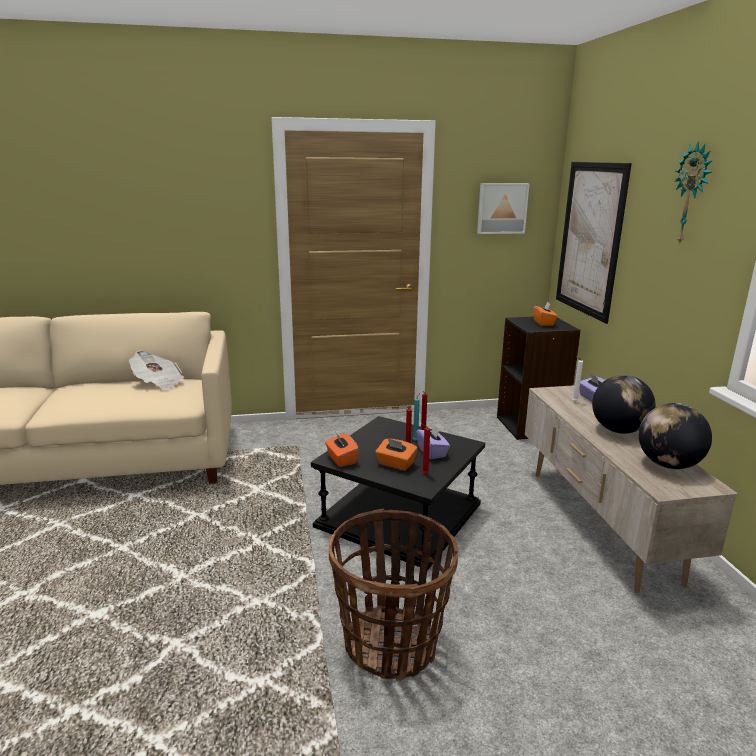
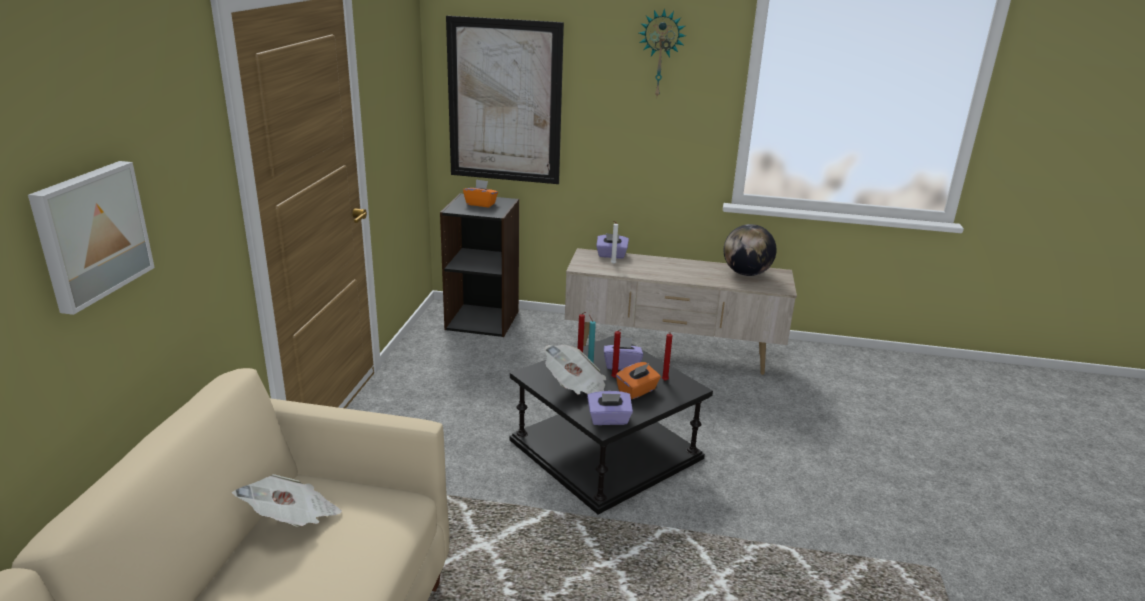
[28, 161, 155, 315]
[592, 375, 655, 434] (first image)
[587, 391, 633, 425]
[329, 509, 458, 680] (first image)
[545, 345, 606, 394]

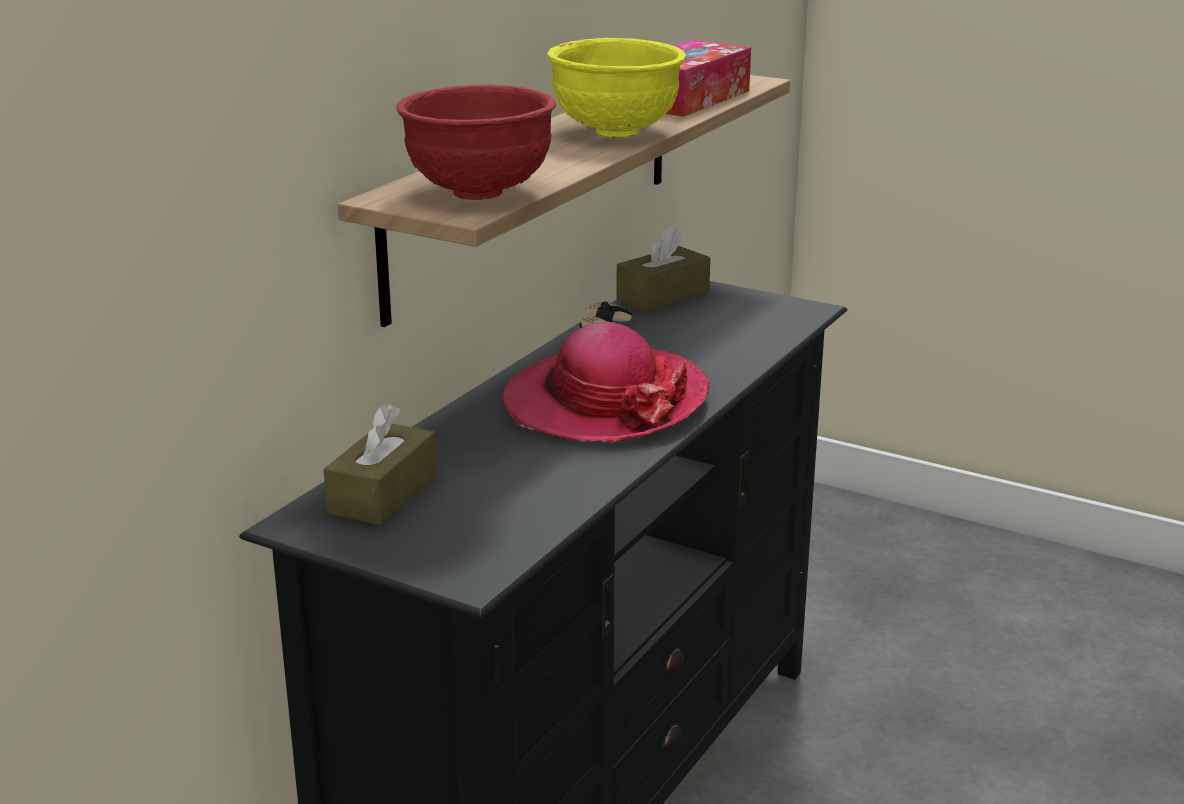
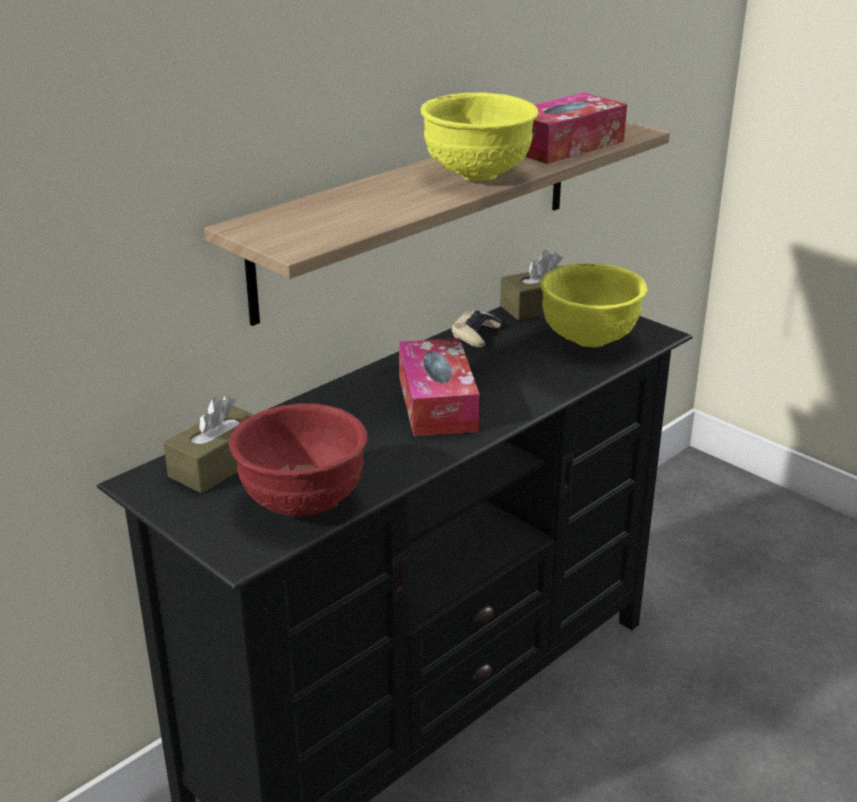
[229, 403, 368, 516]
[399, 338, 480, 437]
[540, 263, 647, 347]

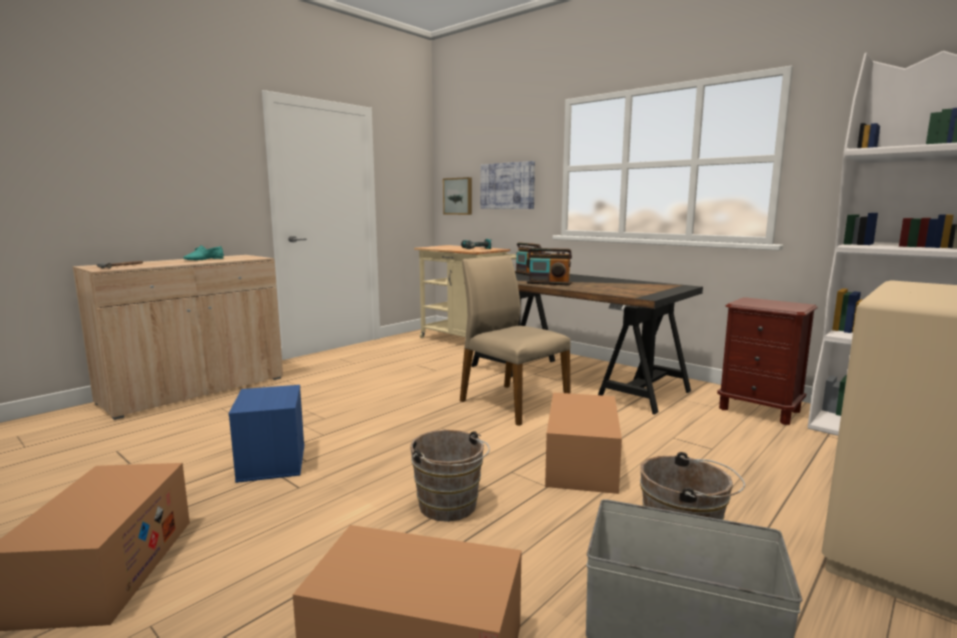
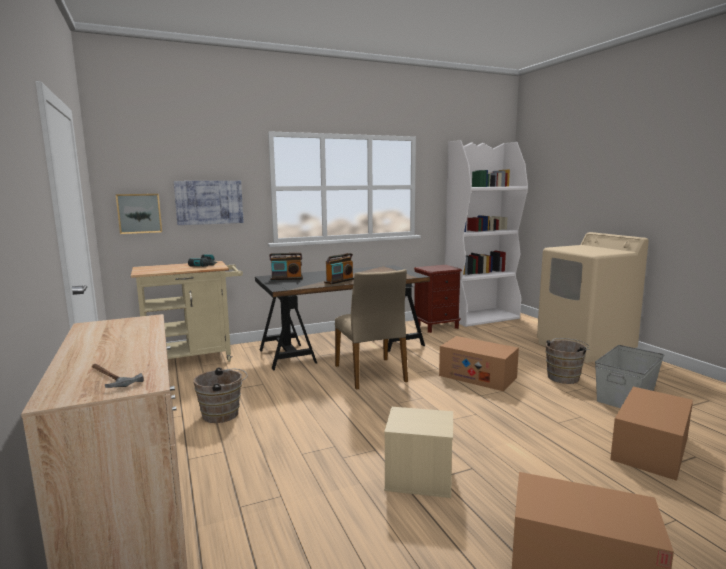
[183, 245, 224, 260] (first image)
[335, 269, 408, 390]
[384, 407, 453, 498]
[193, 367, 248, 423]

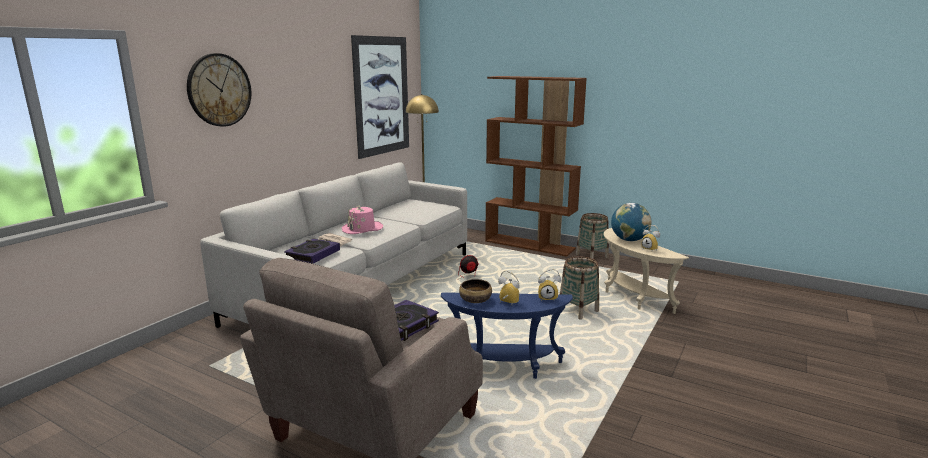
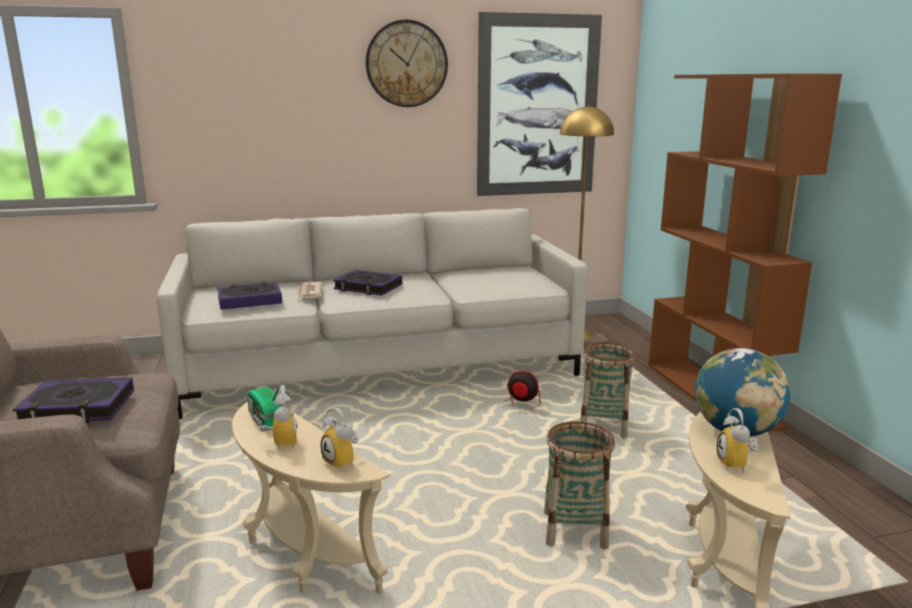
[366, 20, 448, 107]
[333, 270, 402, 295]
[580, 342, 635, 439]
[247, 380, 283, 430]
[232, 402, 390, 594]

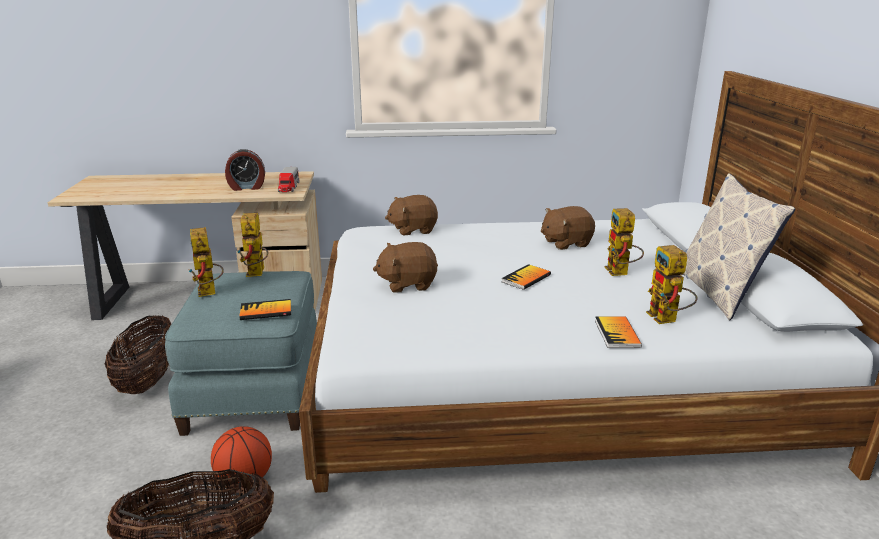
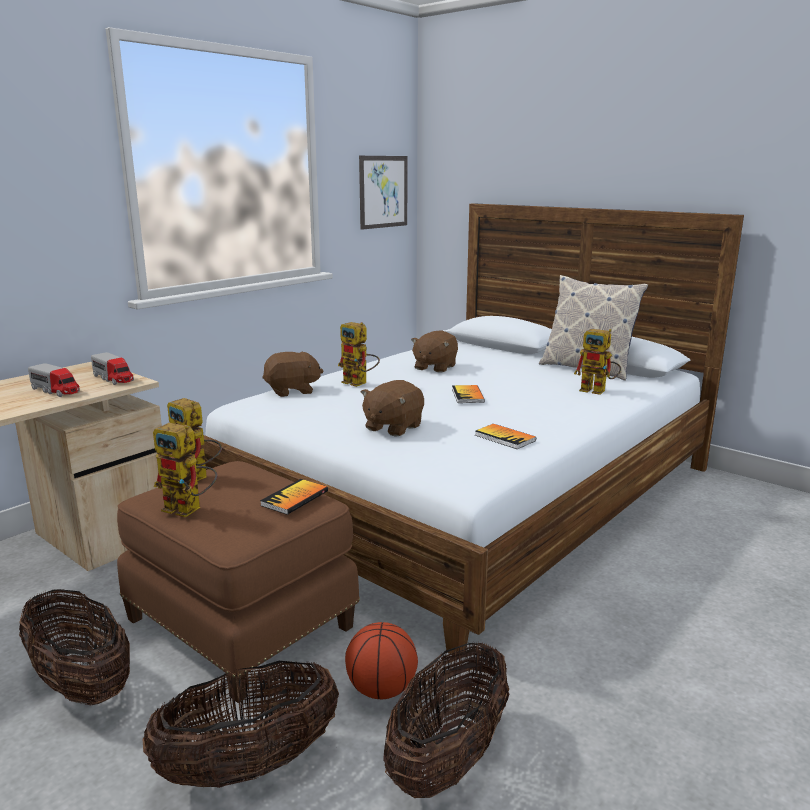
[28, 363, 80, 397]
[263, 352, 323, 397]
[338, 322, 380, 387]
[117, 461, 360, 703]
[475, 424, 536, 449]
[359, 156, 407, 230]
[143, 660, 339, 788]

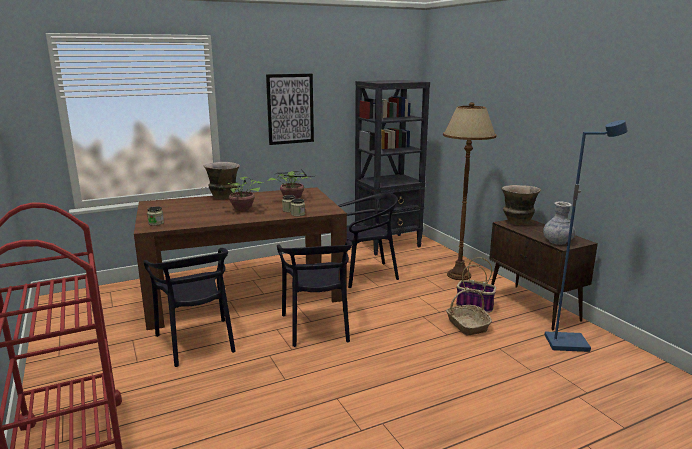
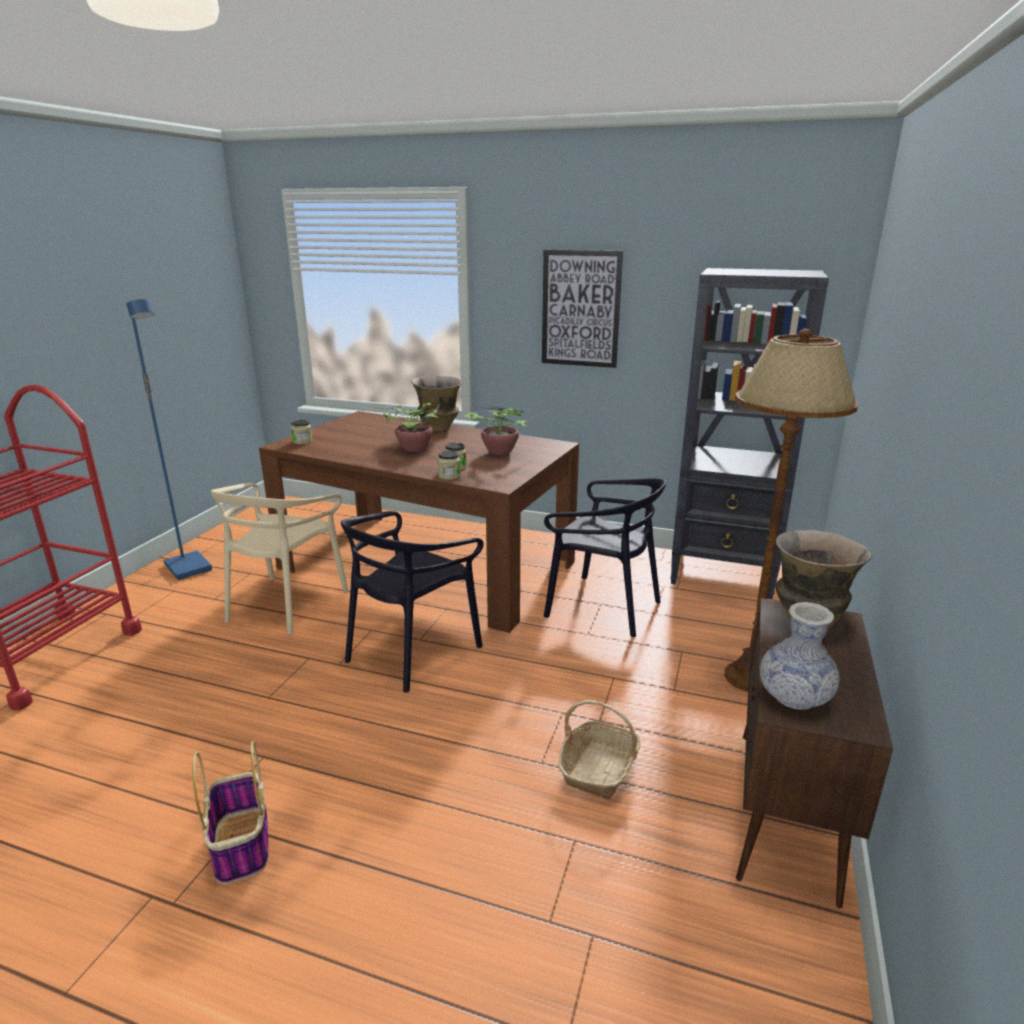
[126, 299, 212, 580]
[211, 483, 349, 635]
[192, 741, 268, 885]

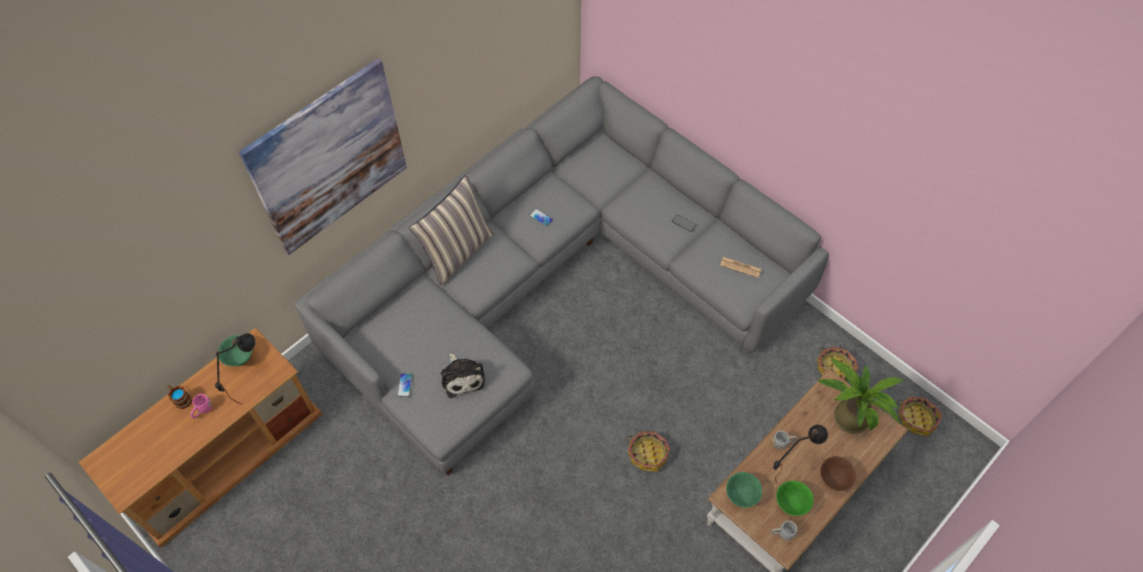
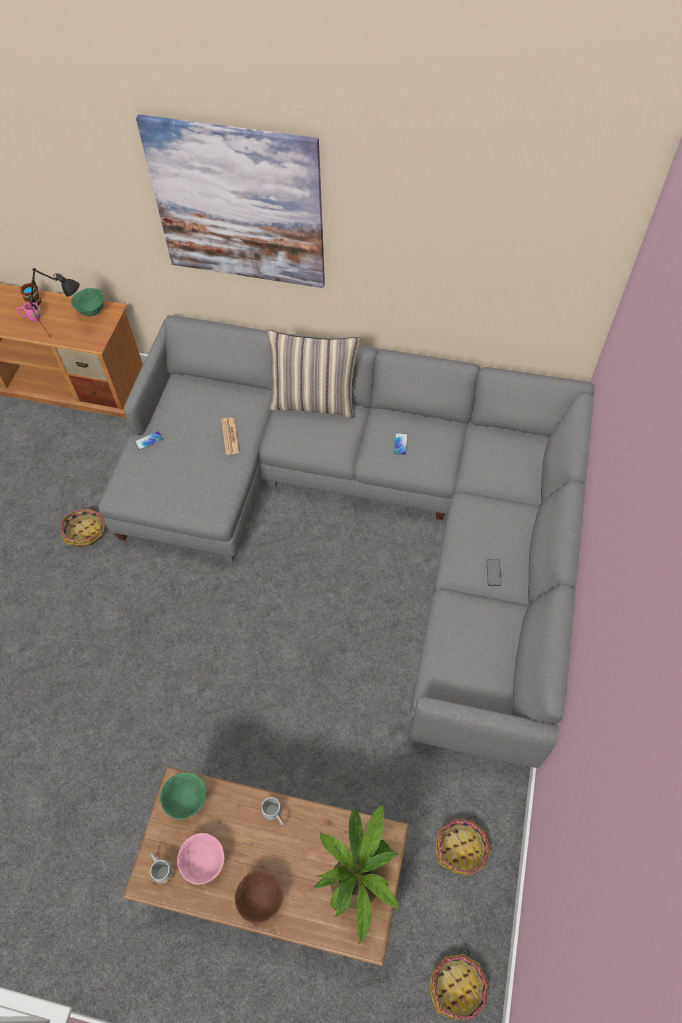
[221, 417, 239, 455]
[441, 353, 485, 398] (first image)
[773, 425, 828, 484] (first image)
[61, 506, 105, 548]
[177, 833, 224, 884]

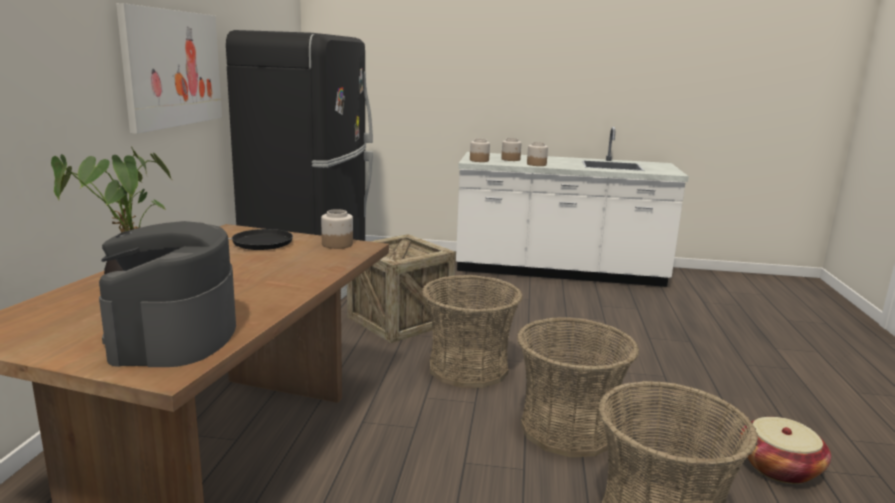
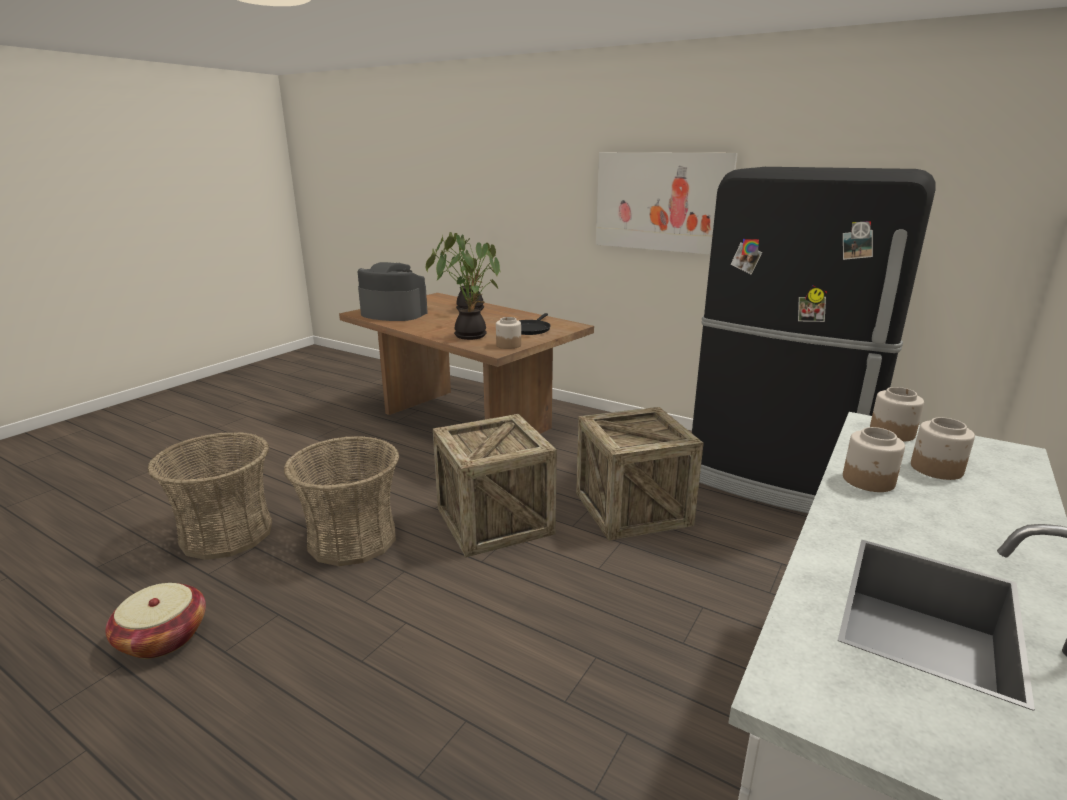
[433, 414, 557, 558]
[426, 249, 500, 340]

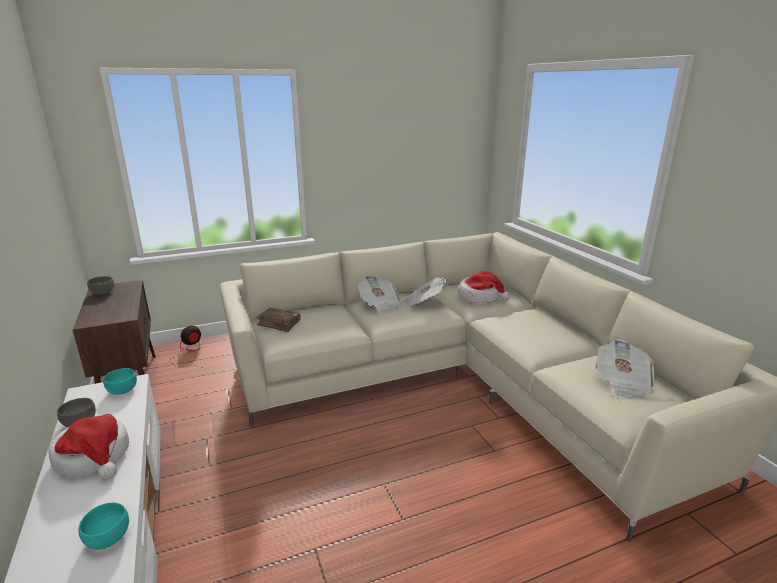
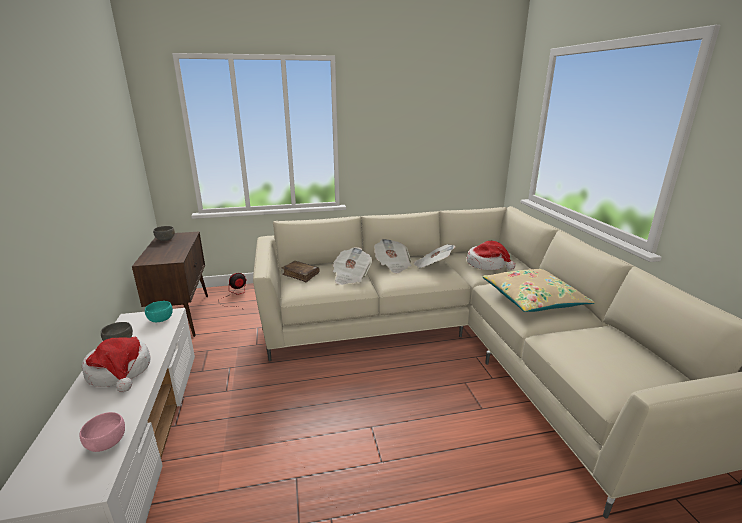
[332, 247, 372, 285]
[79, 412, 125, 452]
[482, 269, 595, 312]

